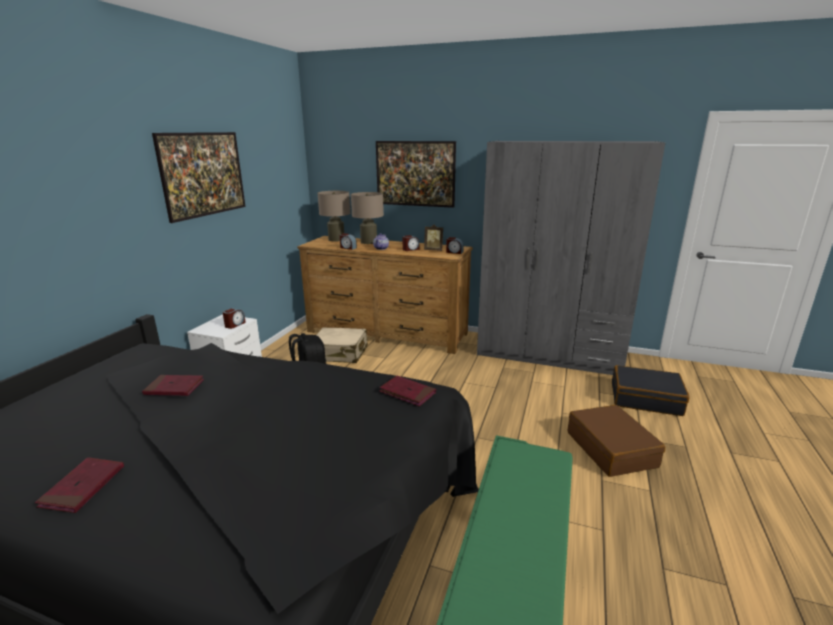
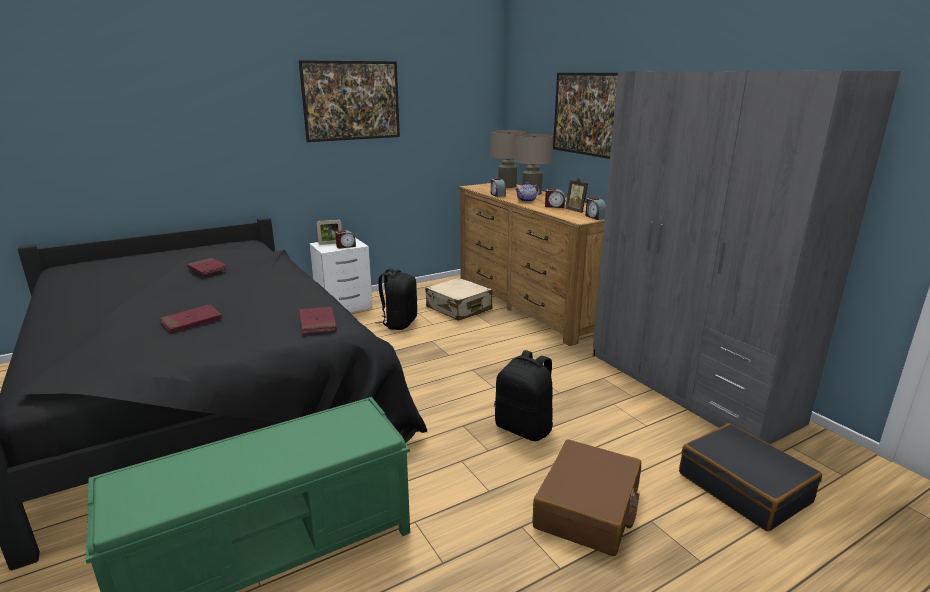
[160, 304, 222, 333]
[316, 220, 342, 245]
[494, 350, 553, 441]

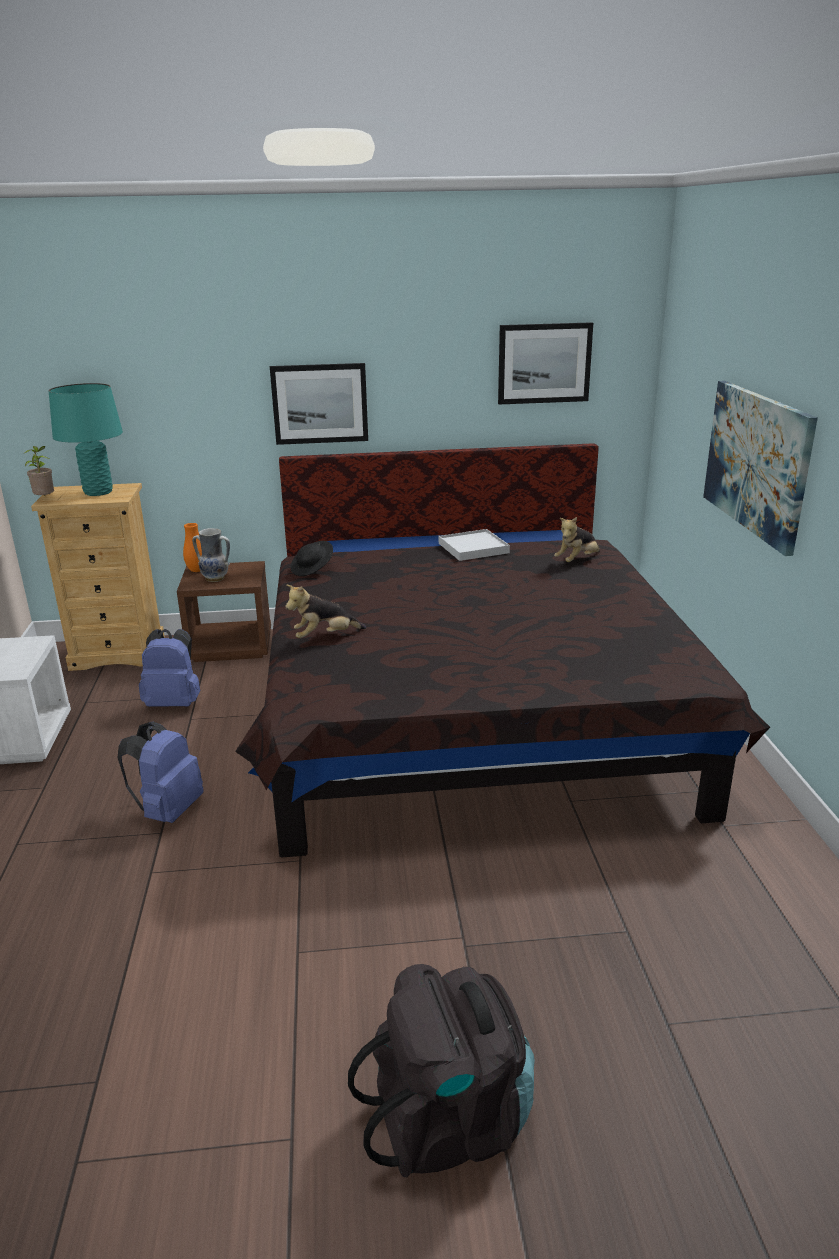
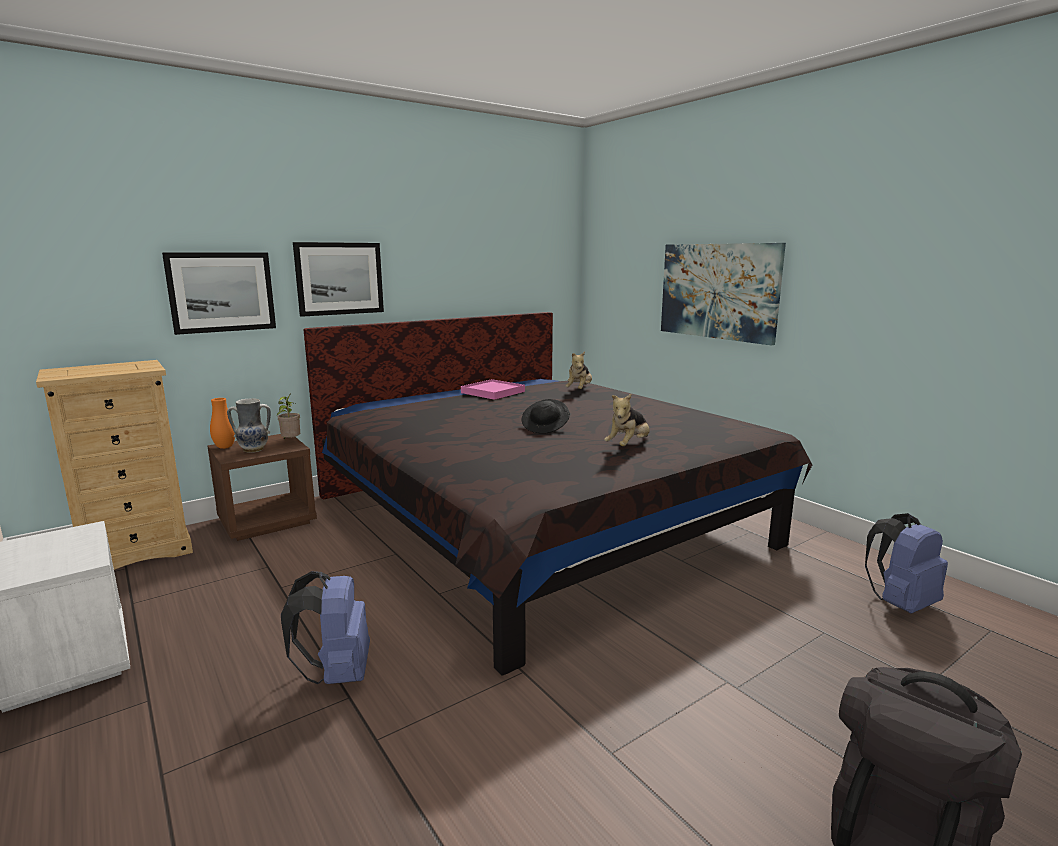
[162, 253, 276, 335]
[49, 383, 123, 496] (first image)
[276, 393, 300, 440]
[461, 379, 525, 400]
[521, 399, 570, 434]
[604, 394, 650, 446]
[865, 513, 948, 614]

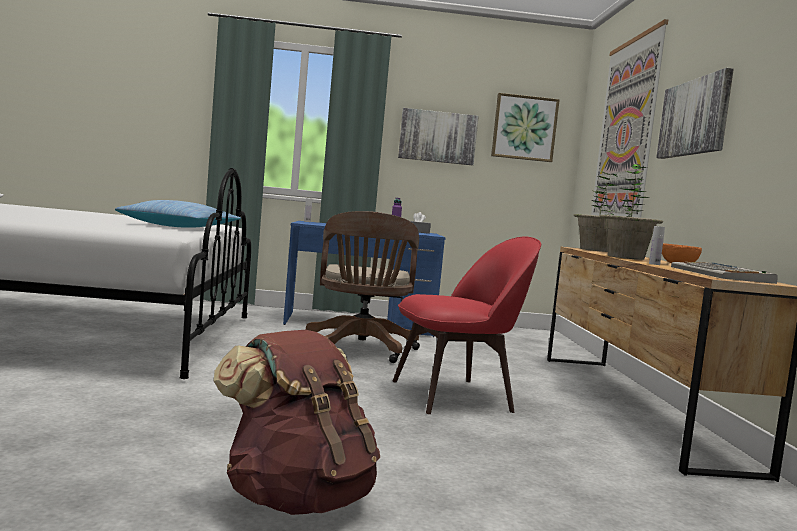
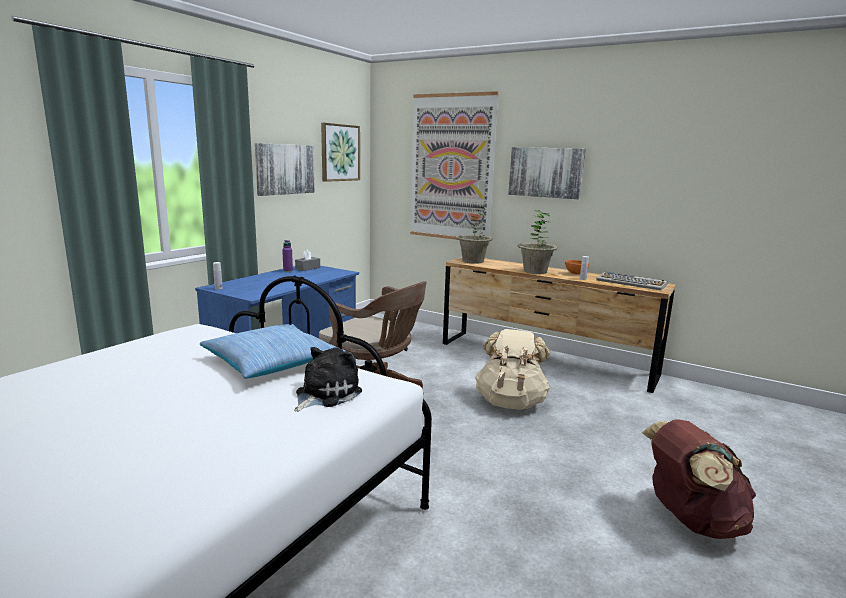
[475, 329, 550, 410]
[294, 347, 362, 412]

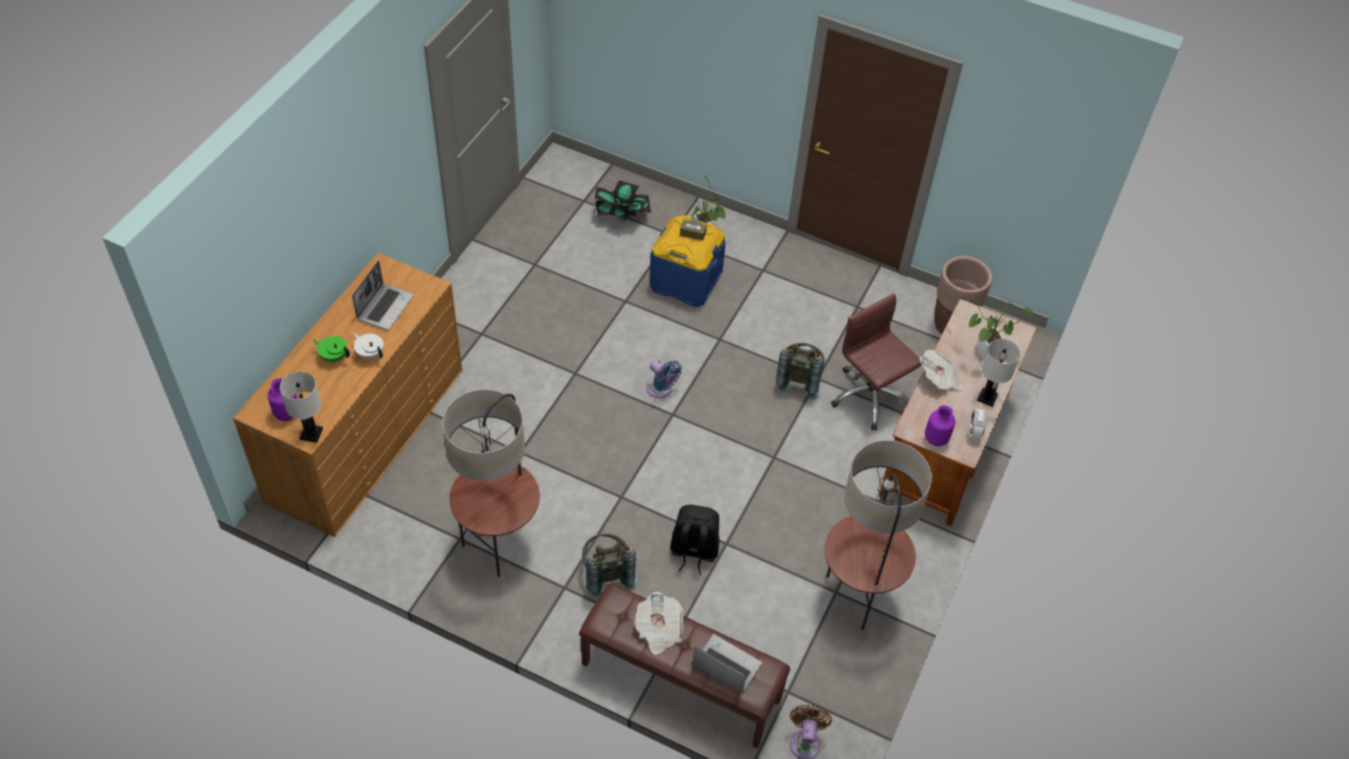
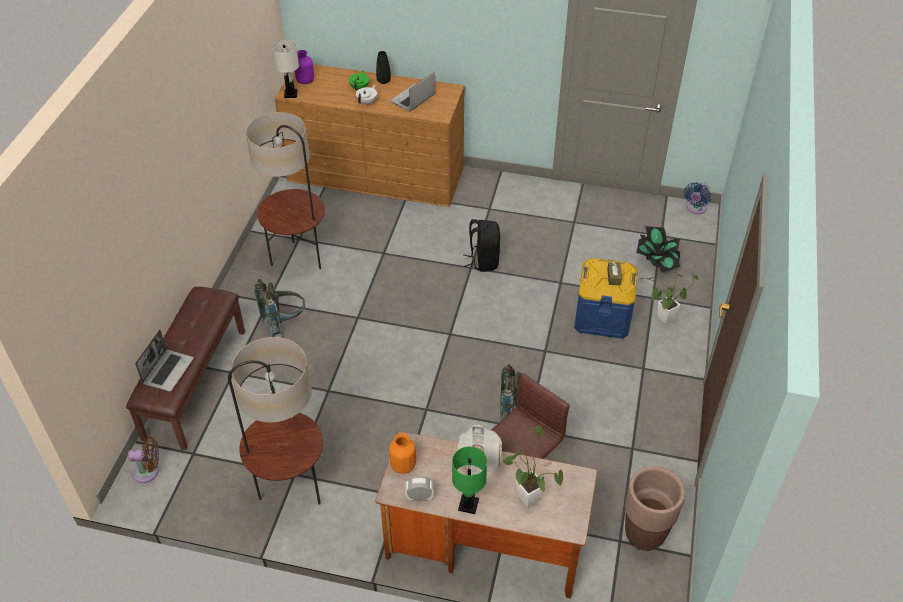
[390, 72, 435, 111]
[452, 447, 487, 514]
[684, 182, 711, 214]
[389, 433, 416, 474]
[463, 219, 500, 272]
[634, 592, 683, 655] (first image)
[376, 51, 391, 84]

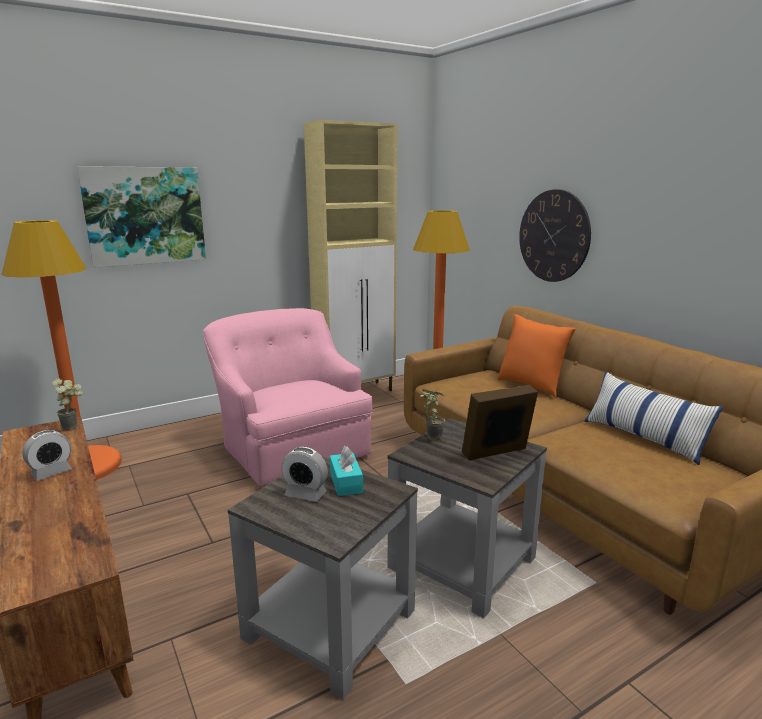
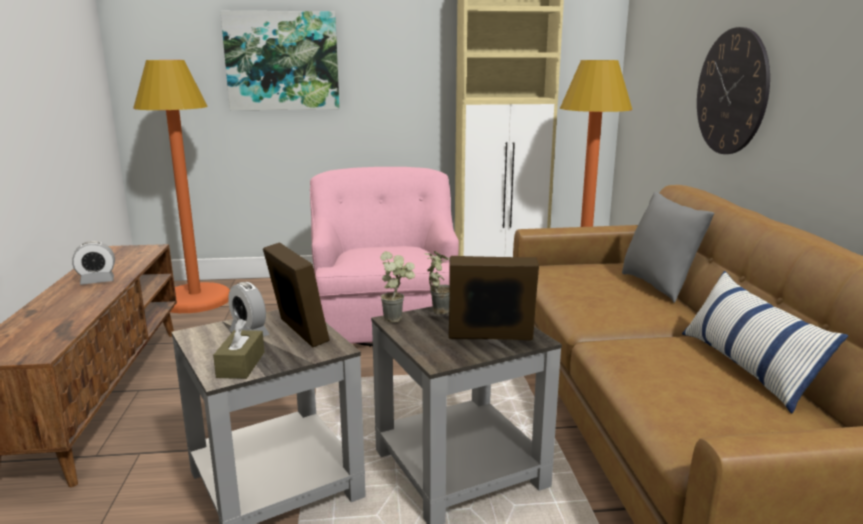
[622, 191, 714, 303]
[380, 251, 415, 323]
[263, 242, 330, 347]
[213, 319, 264, 379]

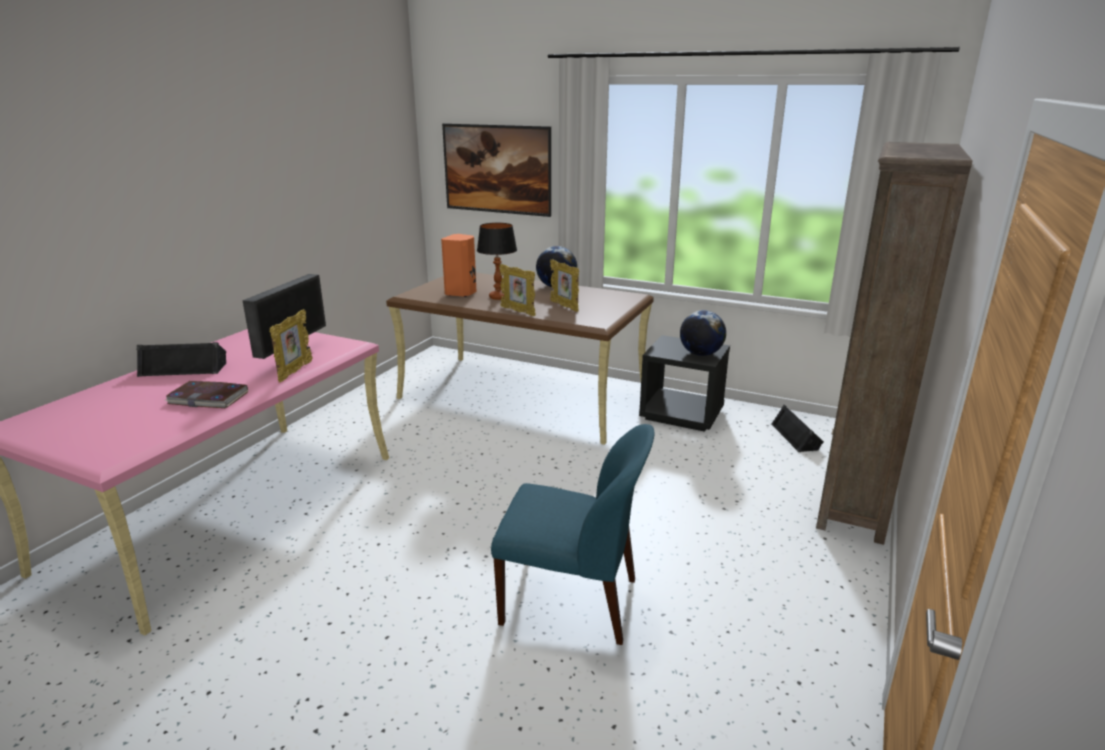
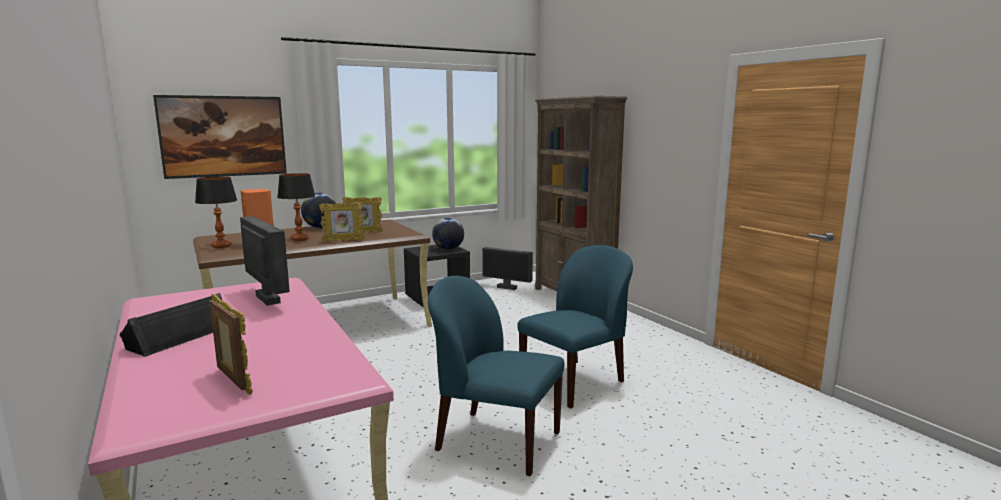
[209, 294, 252, 395]
[164, 381, 249, 408] (first image)
[482, 247, 533, 290]
[195, 177, 237, 248]
[428, 276, 565, 476]

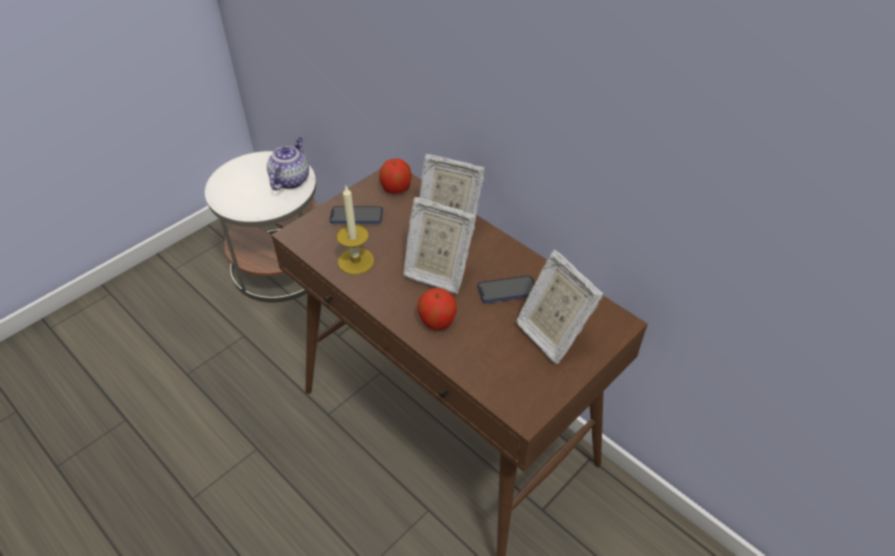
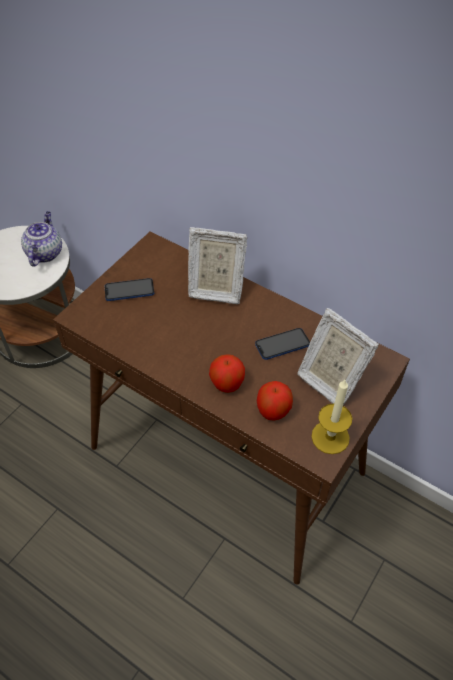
[257, 381, 293, 421]
[312, 380, 352, 454]
[403, 197, 476, 294] (first image)

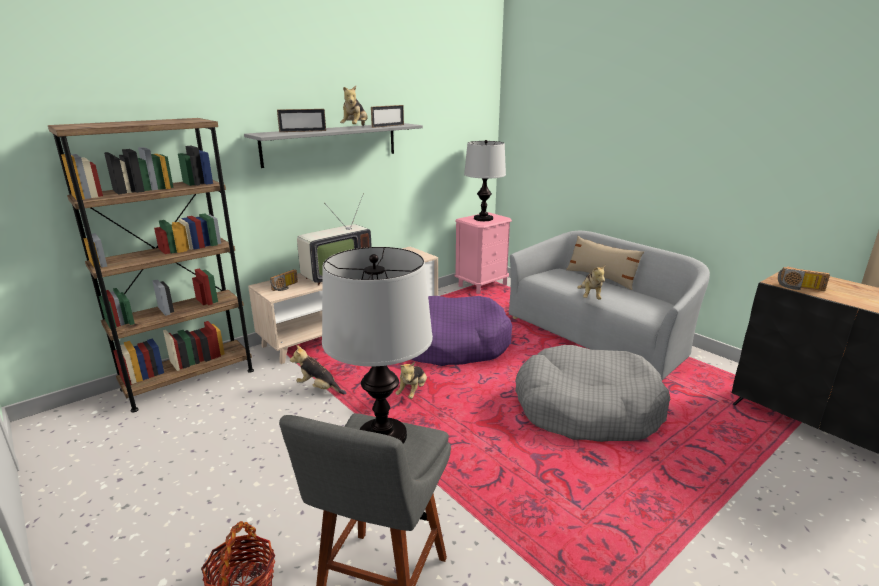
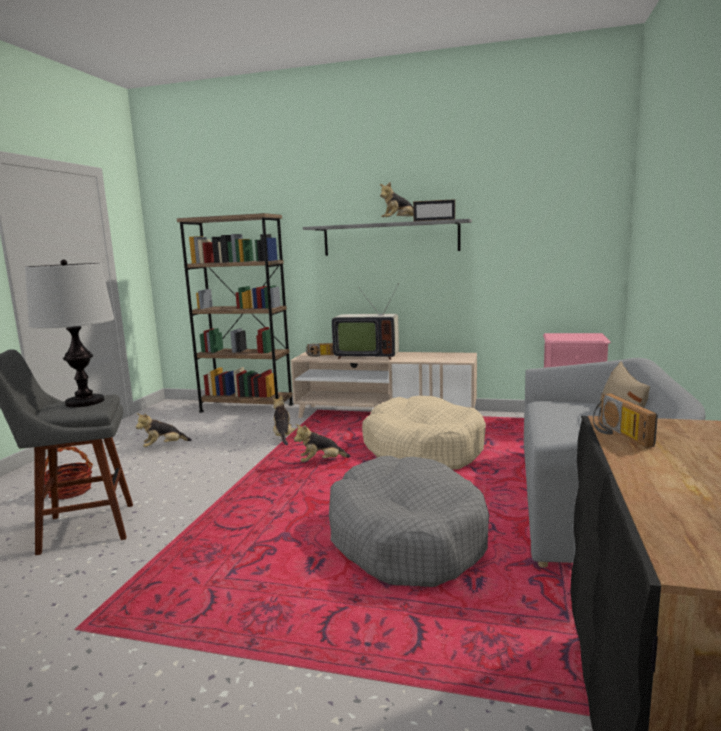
[277, 109, 326, 132] (first image)
[464, 140, 506, 221] (first image)
[136, 413, 192, 447]
[362, 396, 486, 470]

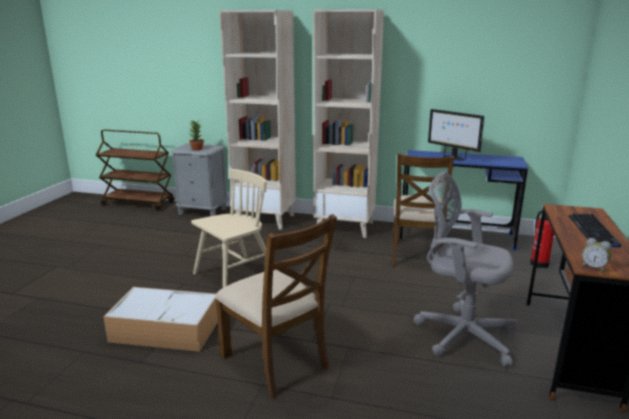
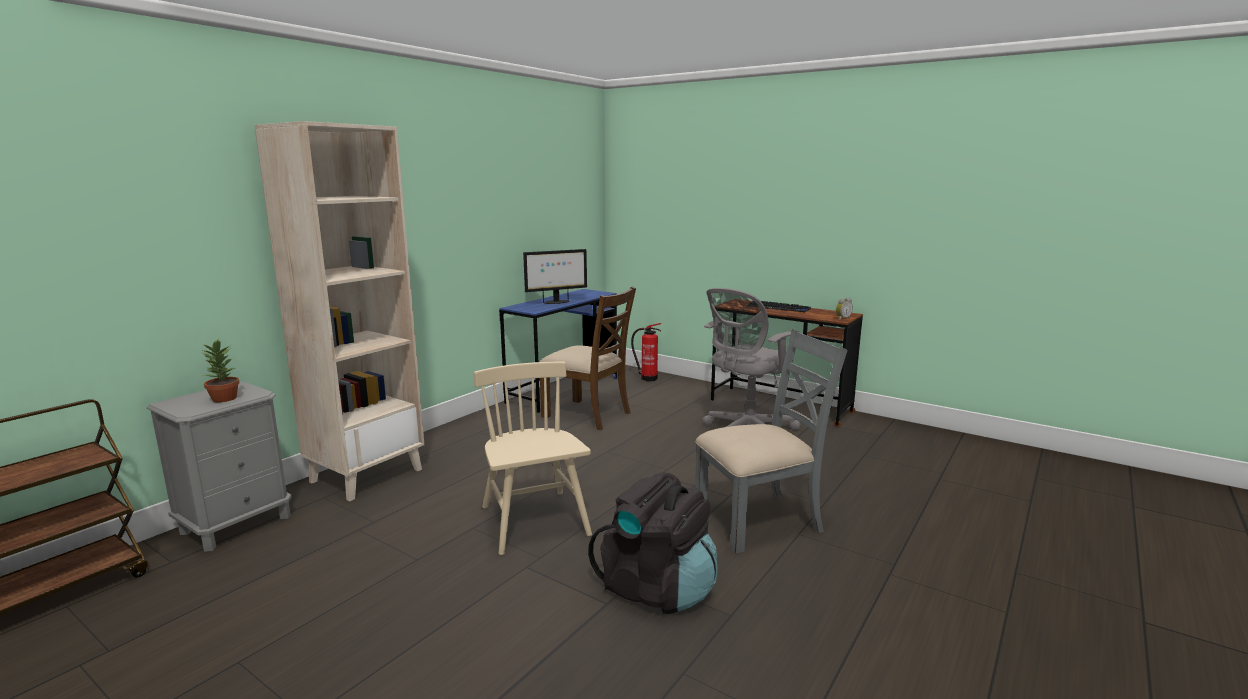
[313, 9, 384, 238] (first image)
[695, 329, 847, 554]
[588, 473, 718, 614]

